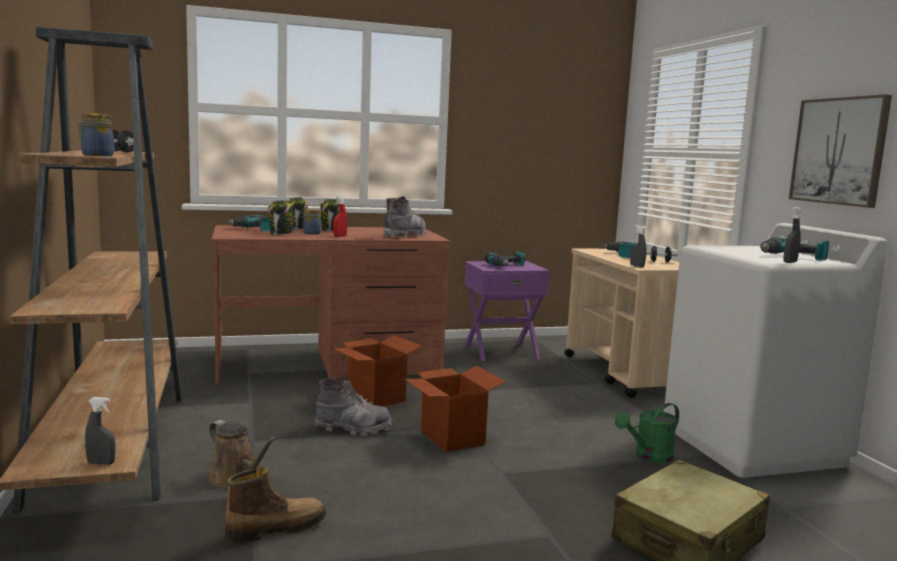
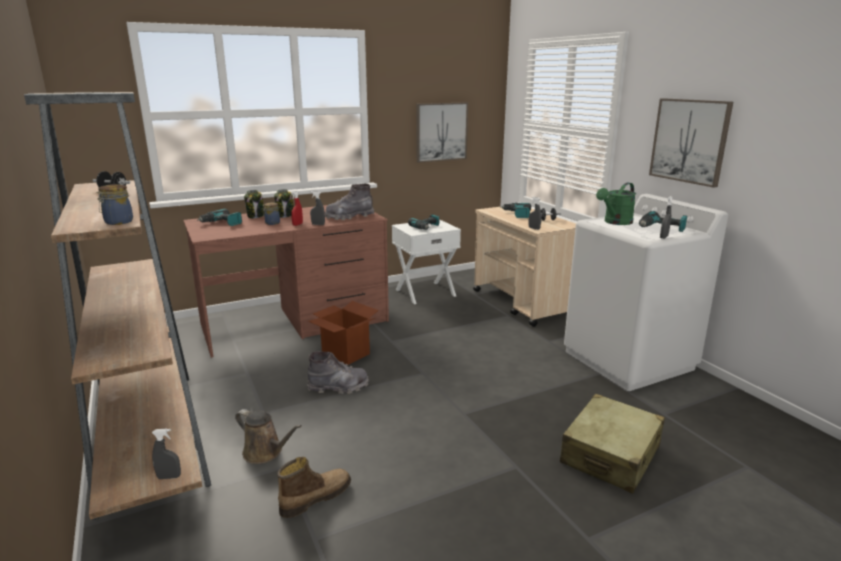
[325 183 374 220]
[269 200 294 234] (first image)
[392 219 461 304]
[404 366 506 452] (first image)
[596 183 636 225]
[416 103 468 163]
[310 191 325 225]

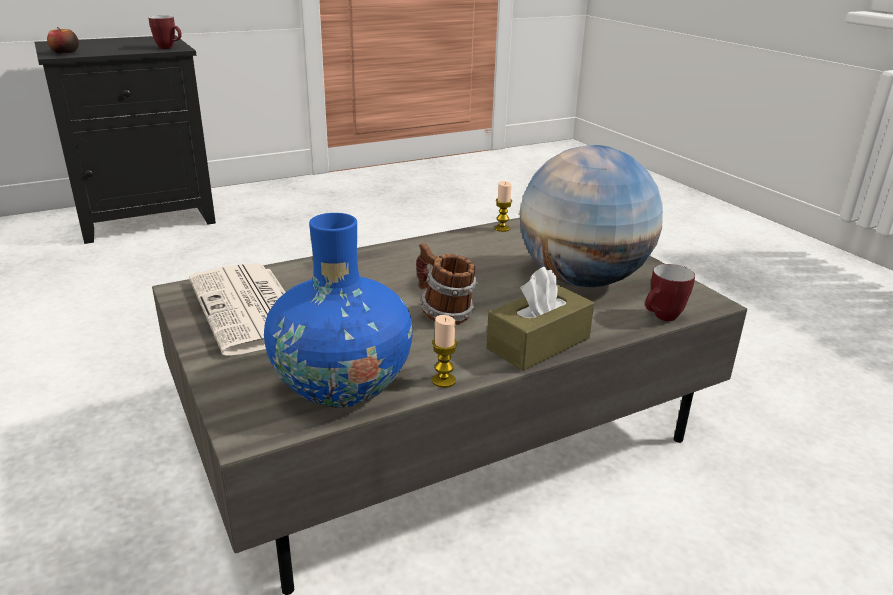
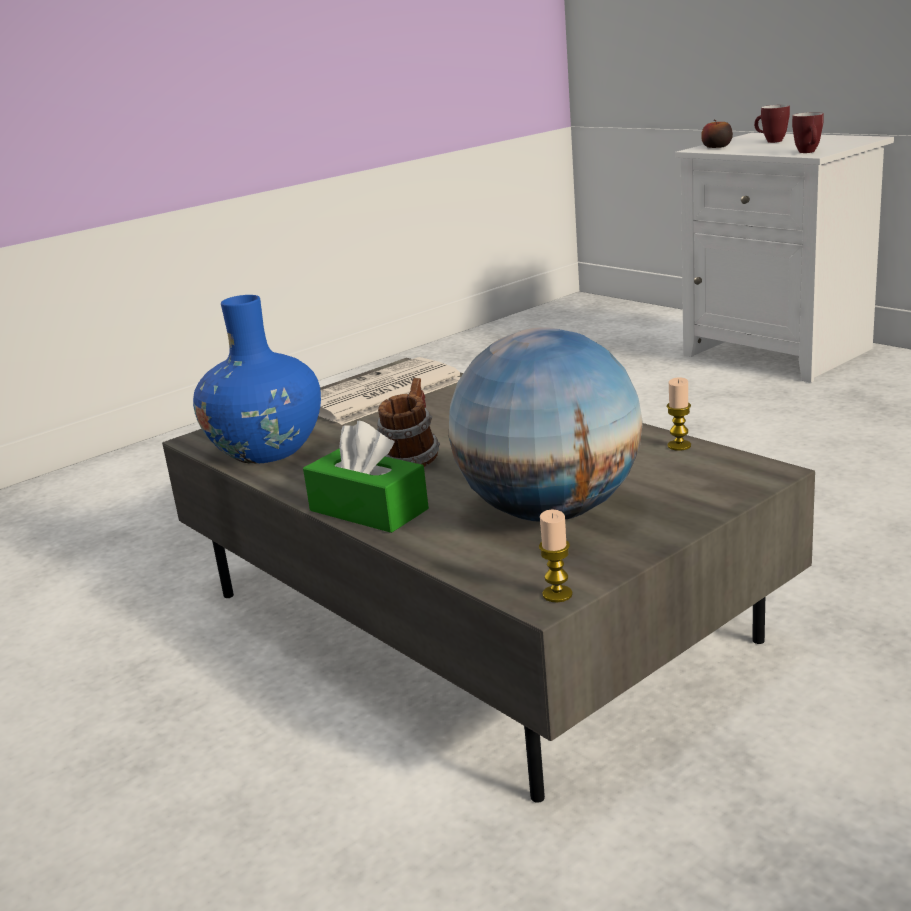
[675 133 894 383]
[754 105 790 143]
[303 421 429 533]
[539 510 573 602]

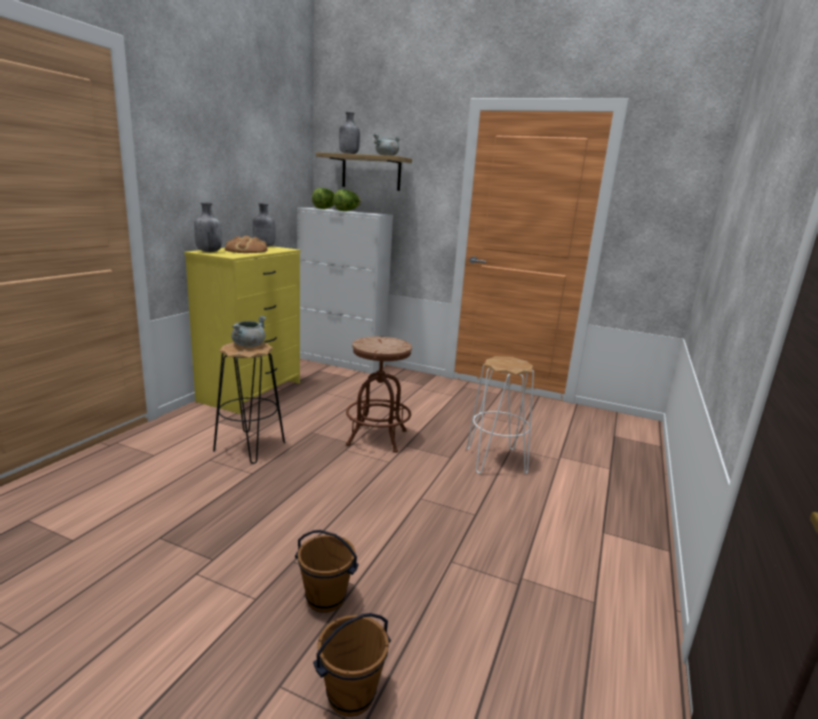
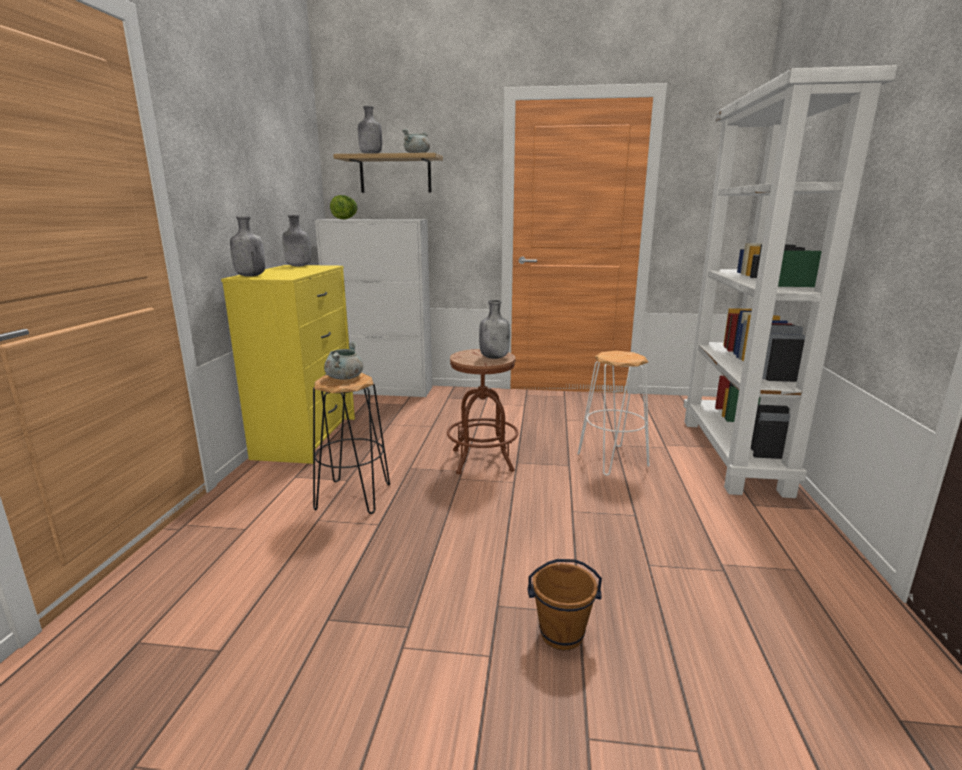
[333 189 361 211] (first image)
[225 236 267 253] (first image)
[313 613 391 717] (first image)
[684 65 897 498]
[479 300 510 359]

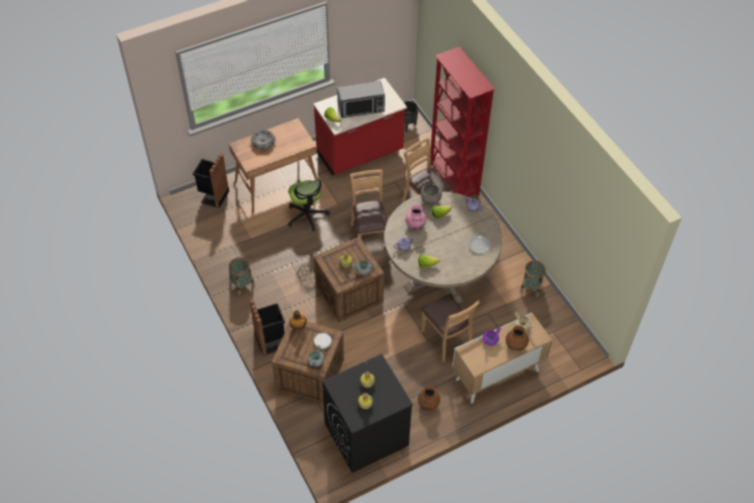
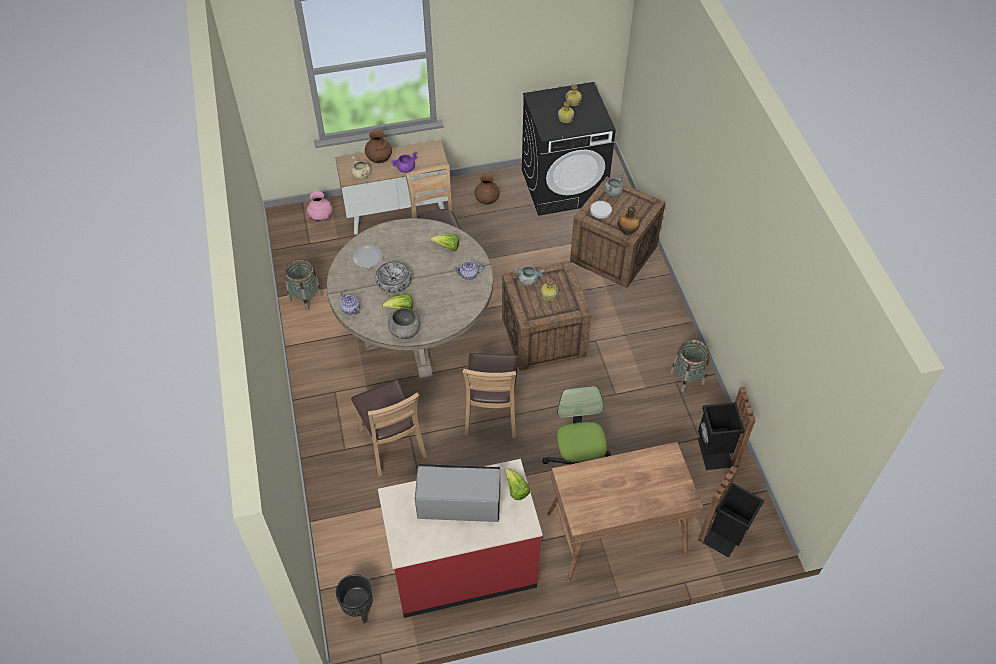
[431 47 495 197] (first image)
[375 261 412 293]
[307 191 333 222]
[697 387 756 470]

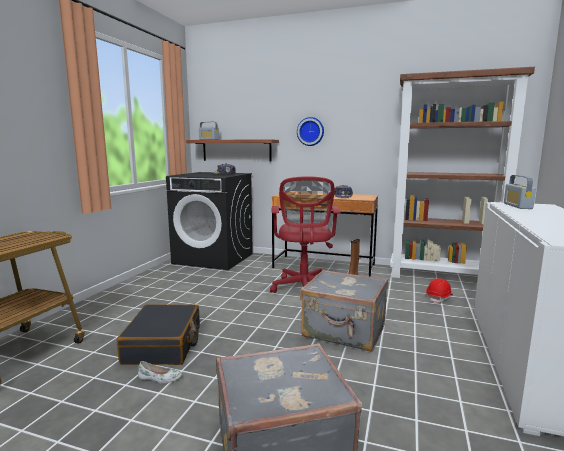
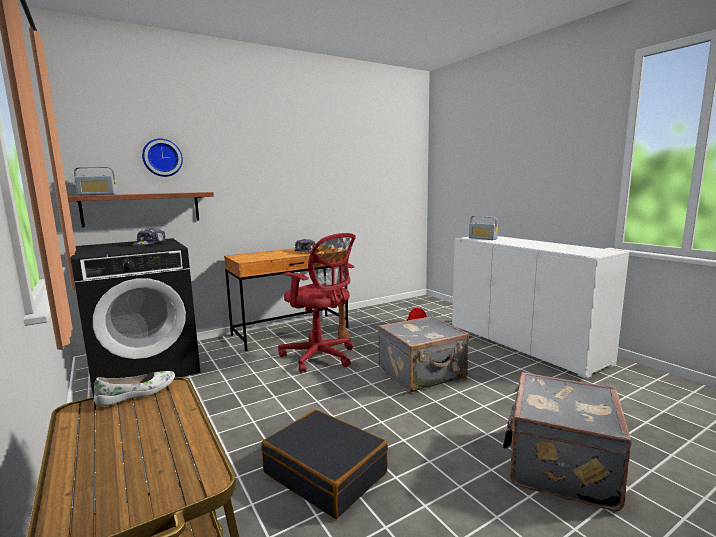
[390 67 535 278] (first image)
[142 138 183 177]
[94 371 175 406]

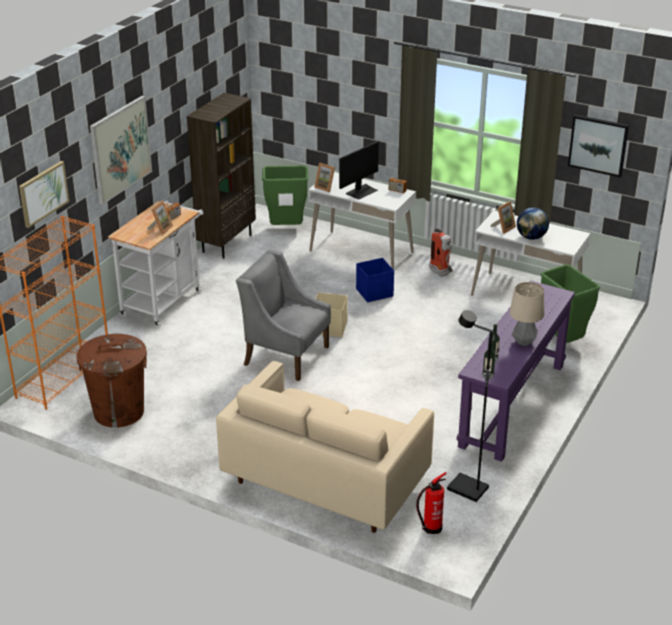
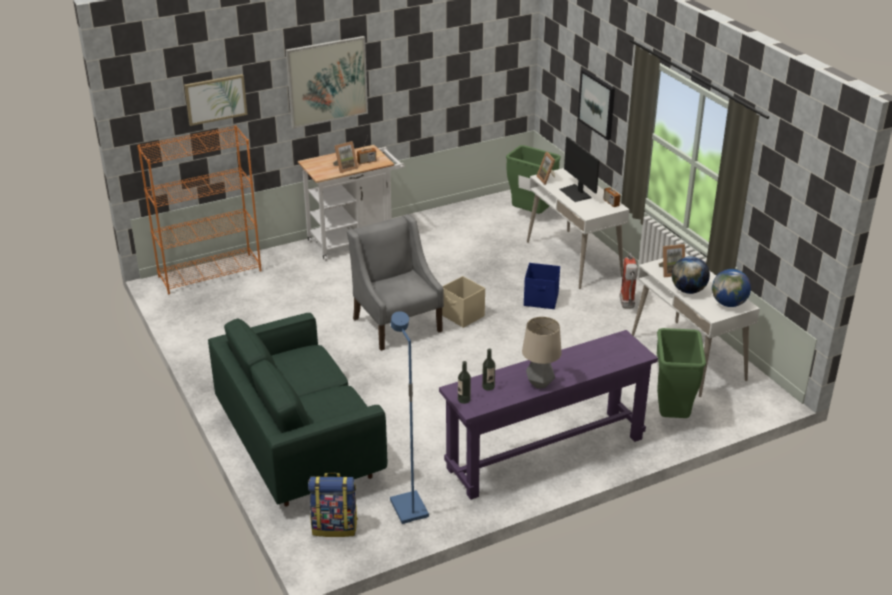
[187 93 256 258] (first image)
[578 70 615 140]
[559 137 600 202]
[390 311 429 524]
[77 334 147 428] (first image)
[208 313 387 507]
[308 473 358 537]
[712 269 751 307]

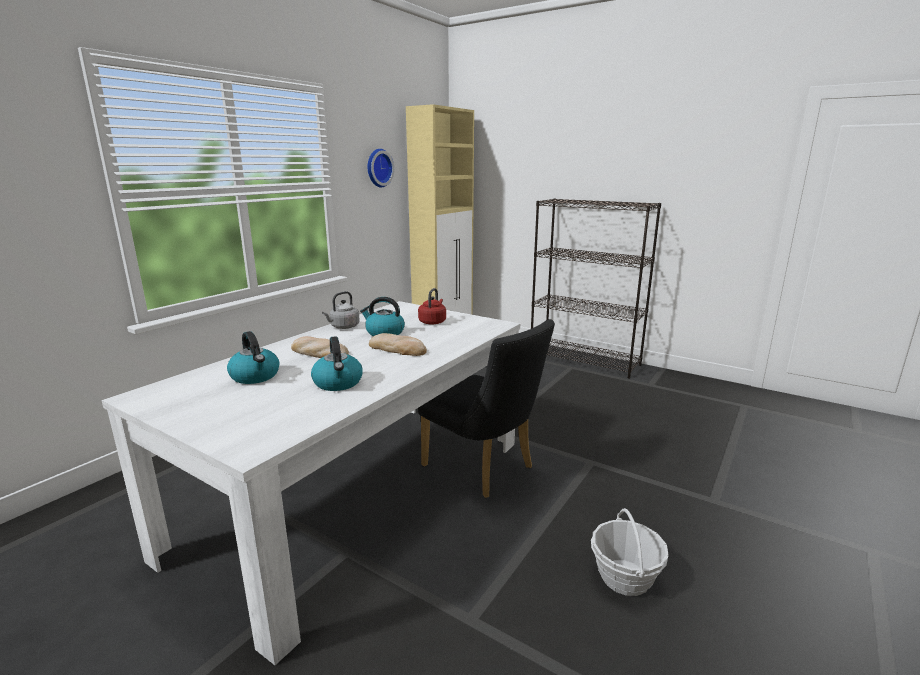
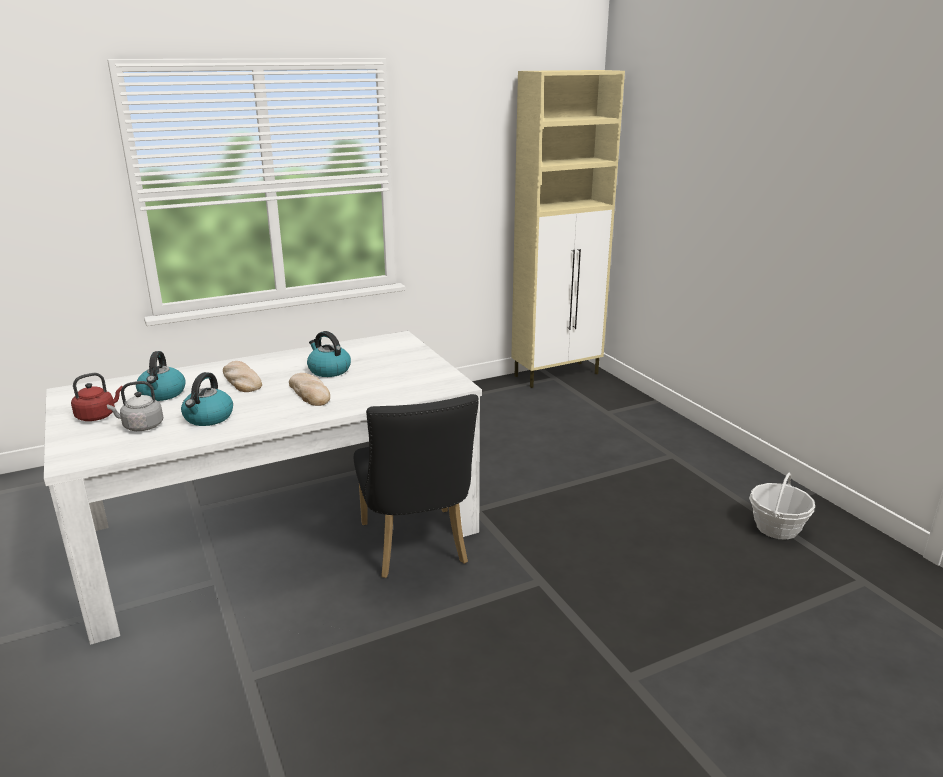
[367 149 394 188] (first image)
[531 198 661 378] (first image)
[71 373 123 421]
[107 381 164 431]
[749 473 815 540]

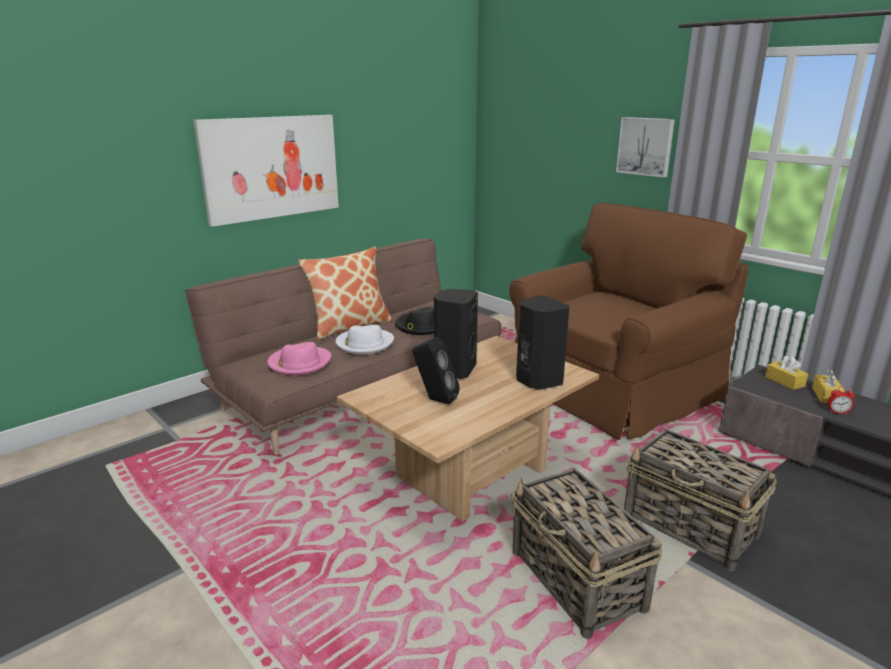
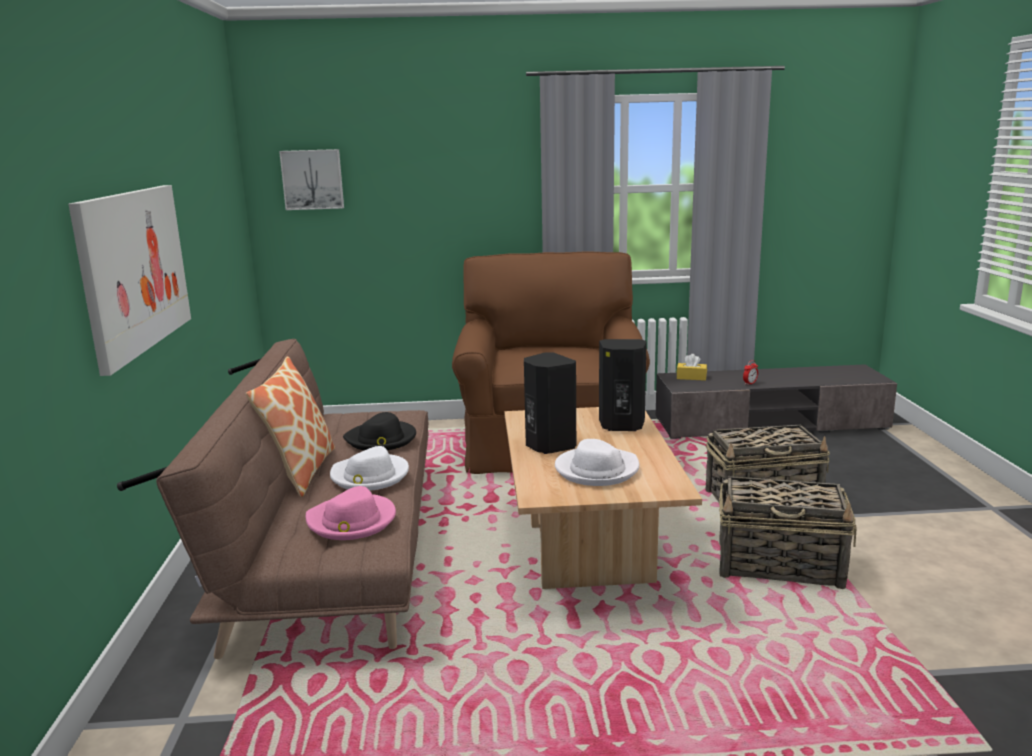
[279 149 344 210]
[555 439 639 486]
[812 369 845 403] (first image)

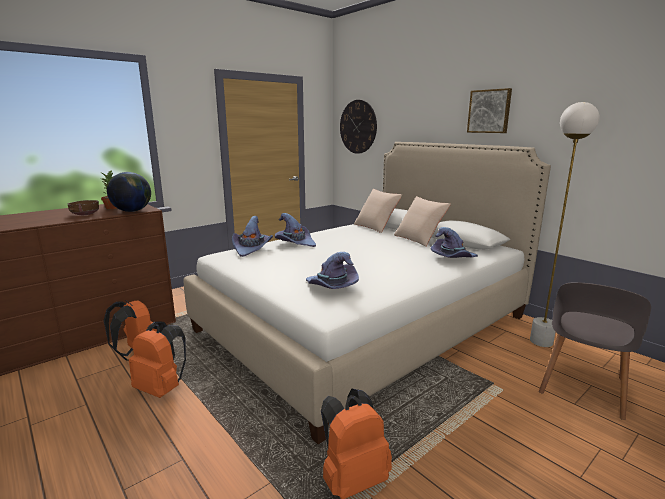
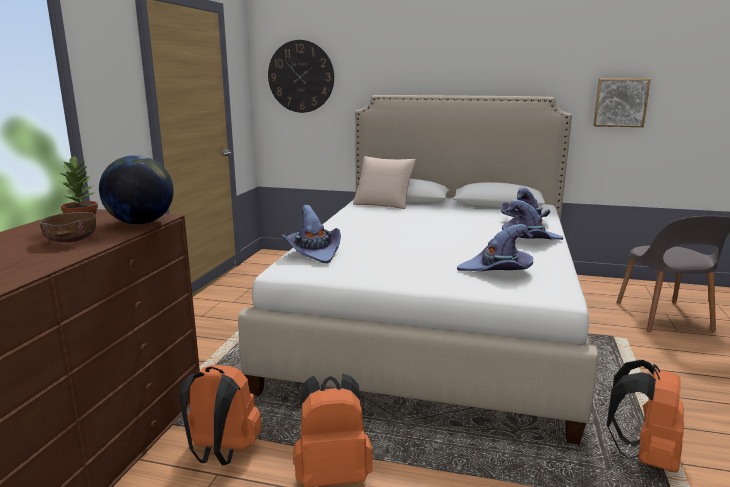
[593 79 651 127]
[530 102 600 347] (first image)
[394 196 451 247] (first image)
[502 200 563 240]

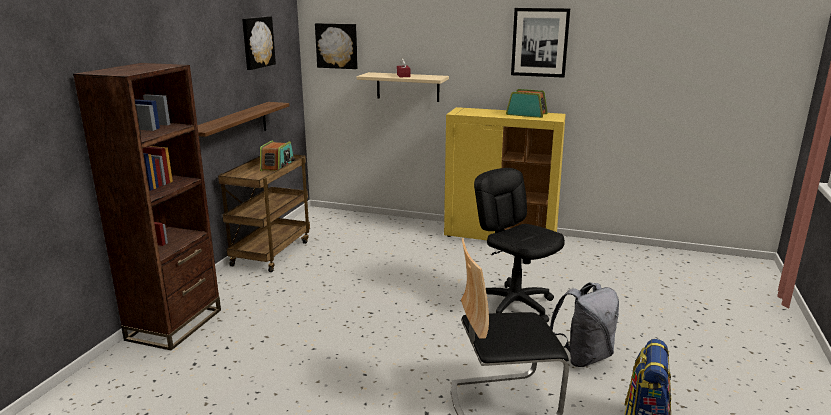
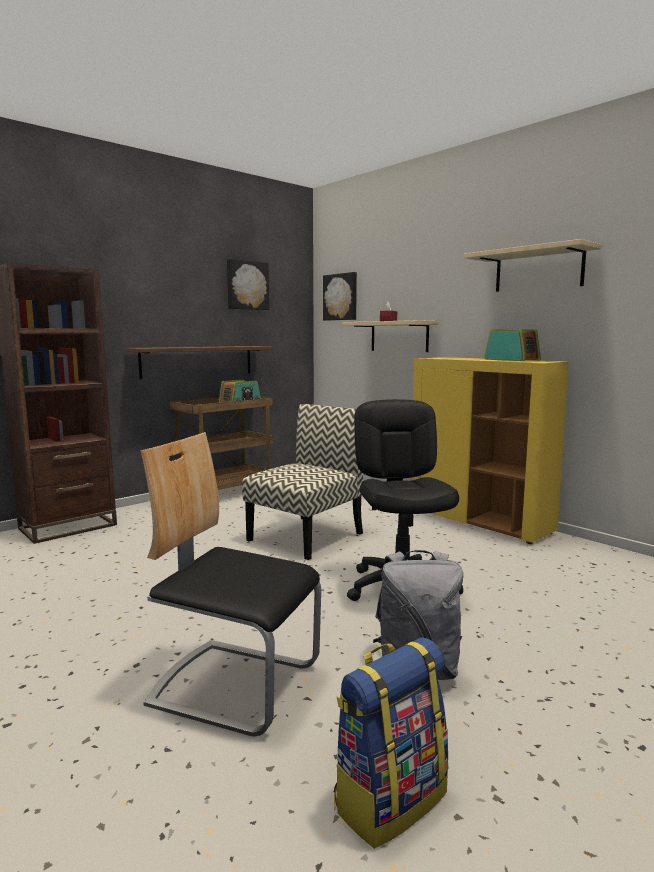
[464 239 602 292]
[242 404 363 560]

